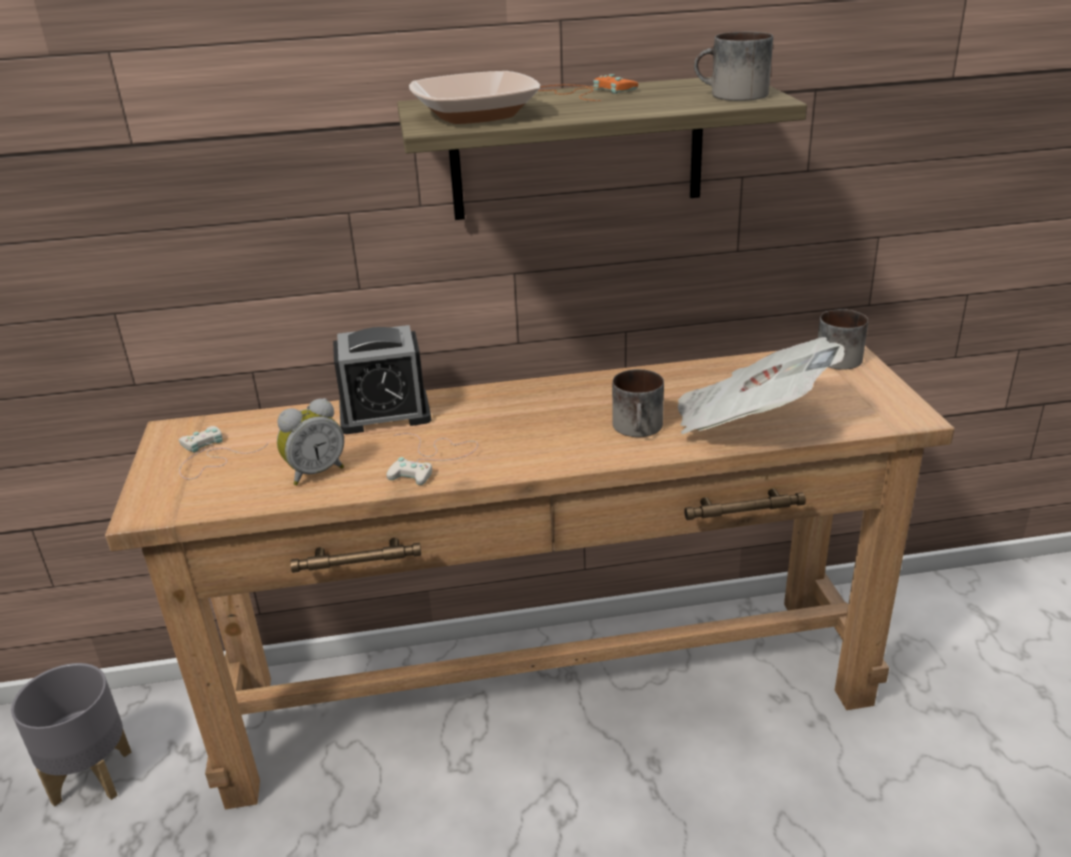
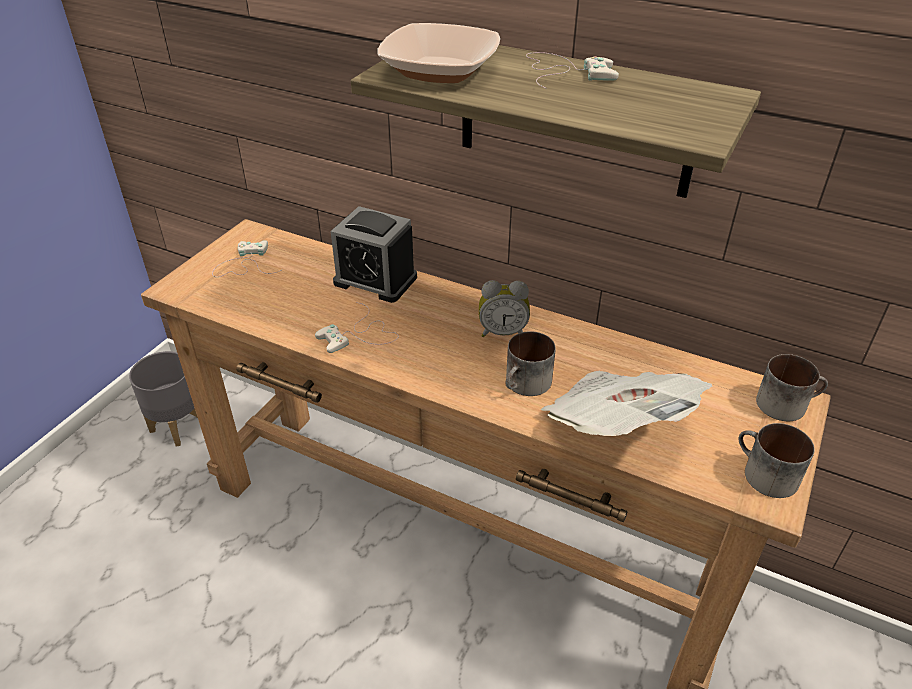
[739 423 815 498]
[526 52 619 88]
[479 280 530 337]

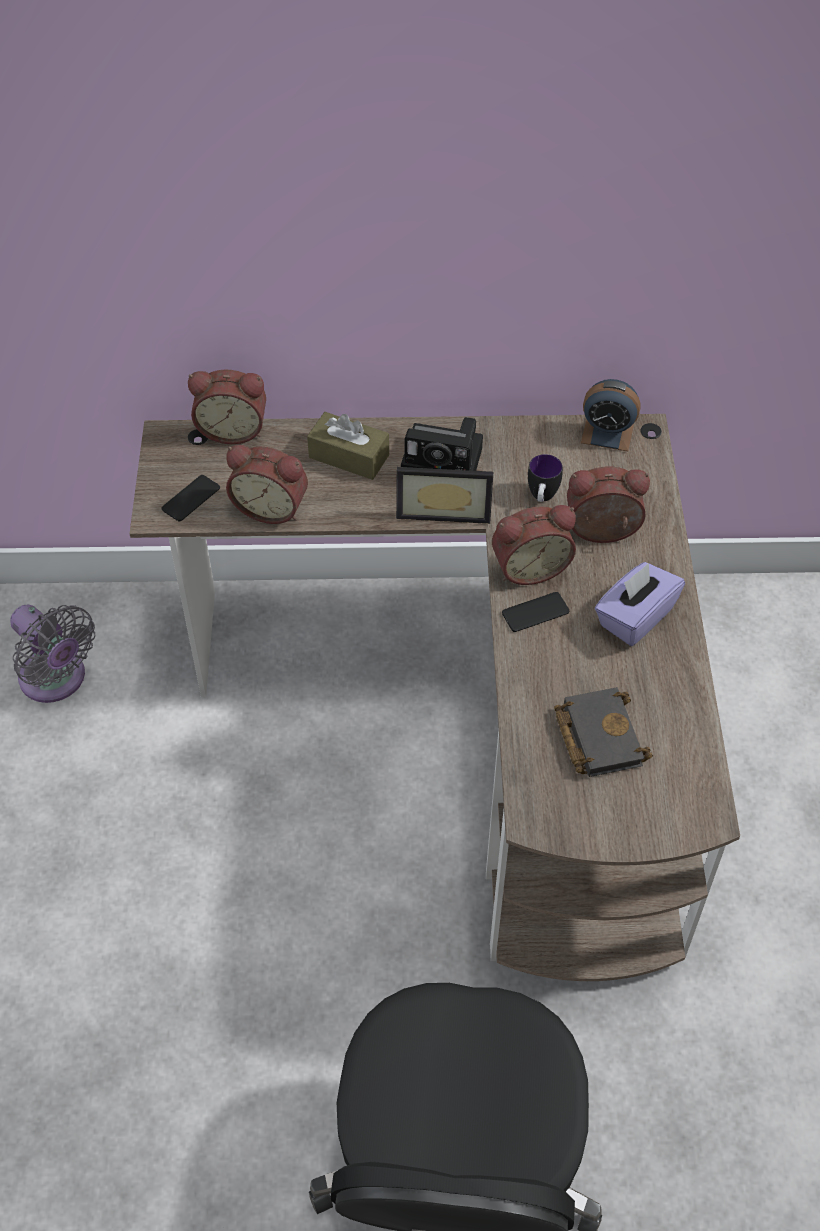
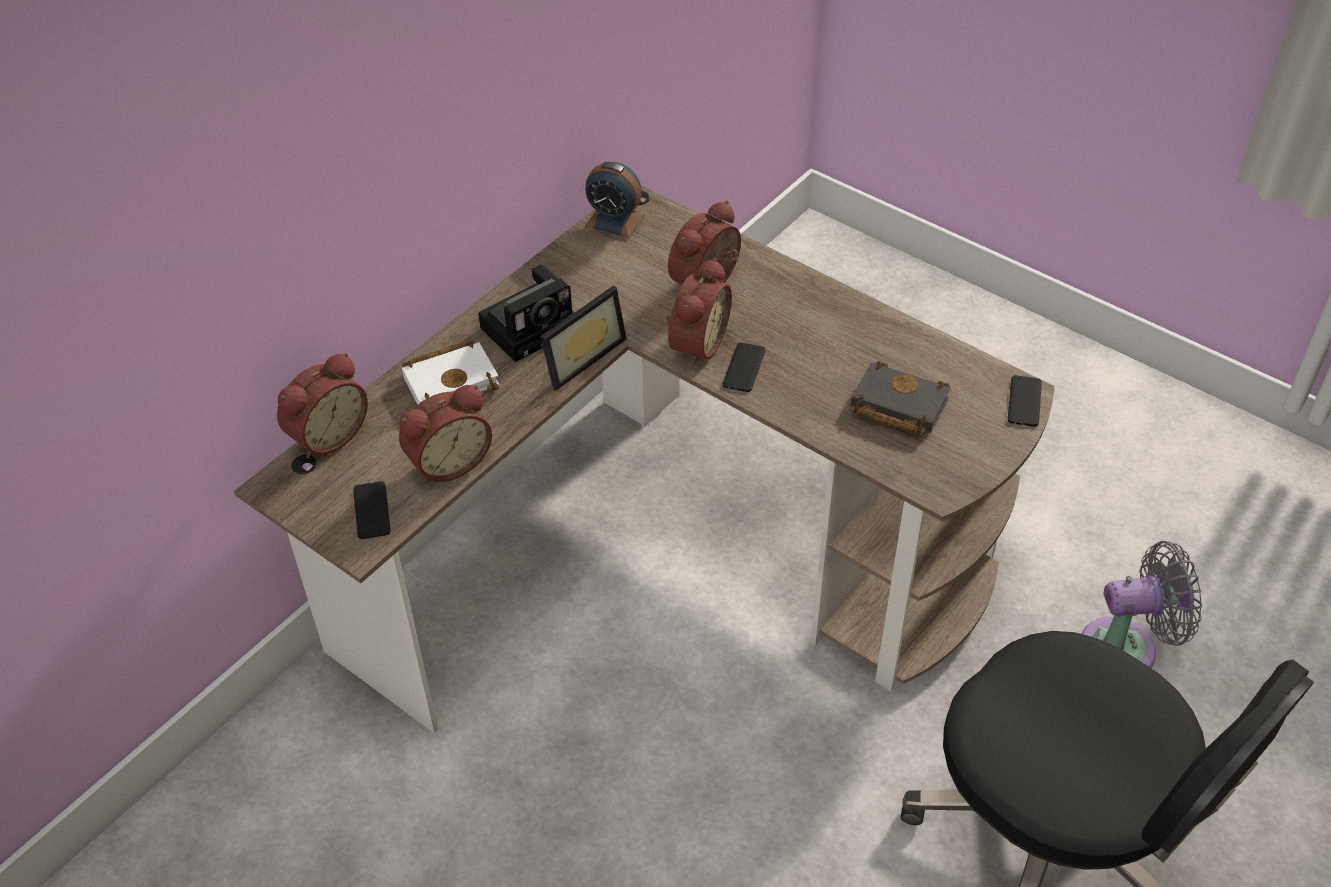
[585 162 645 238]
[402 340 499 405]
[528 454 563 502] (first image)
[595 562 685 646] (first image)
[1082 541 1202 668]
[1008 375 1042 427]

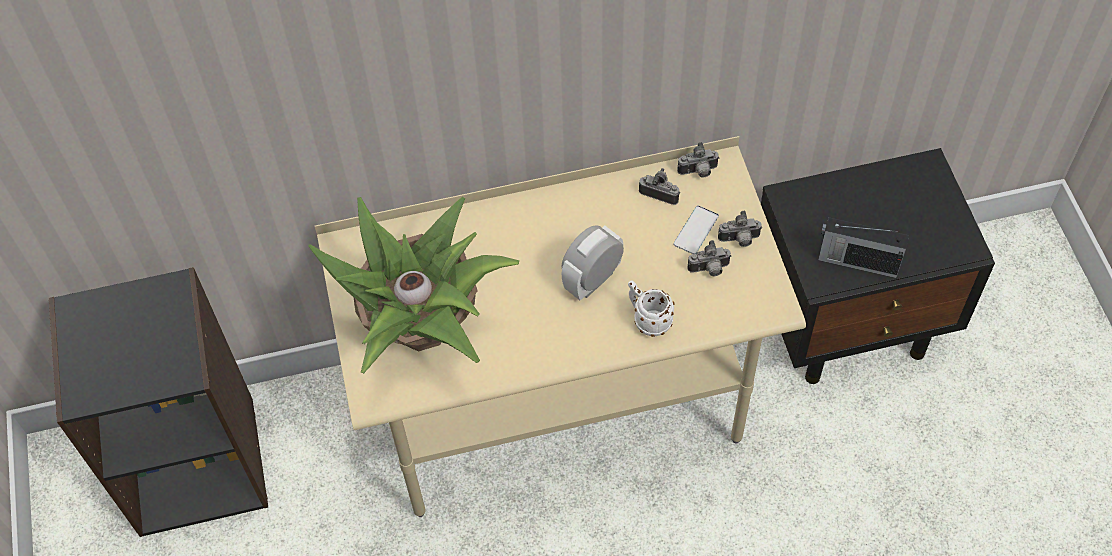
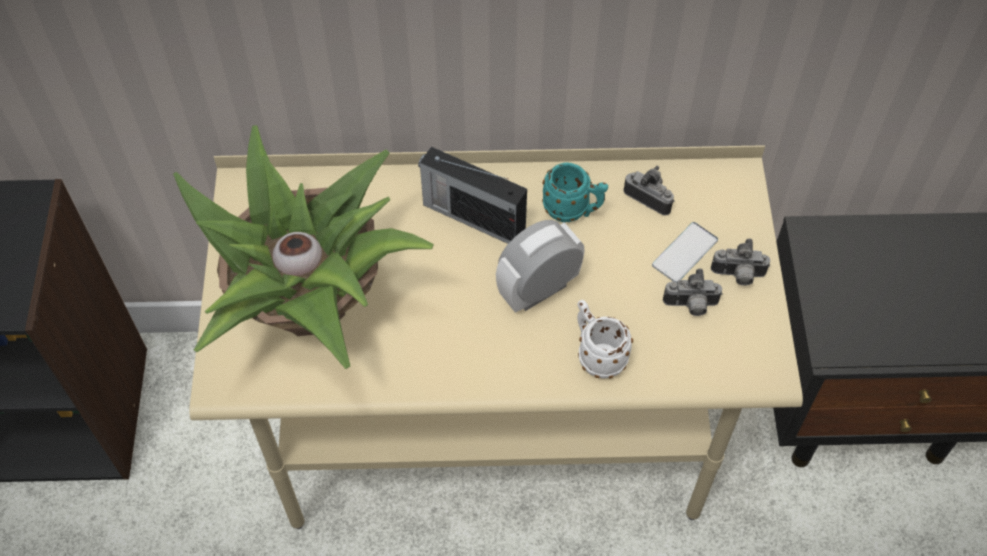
[677 142 719 178] (first image)
[418 147 527 244]
[542 162 608 222]

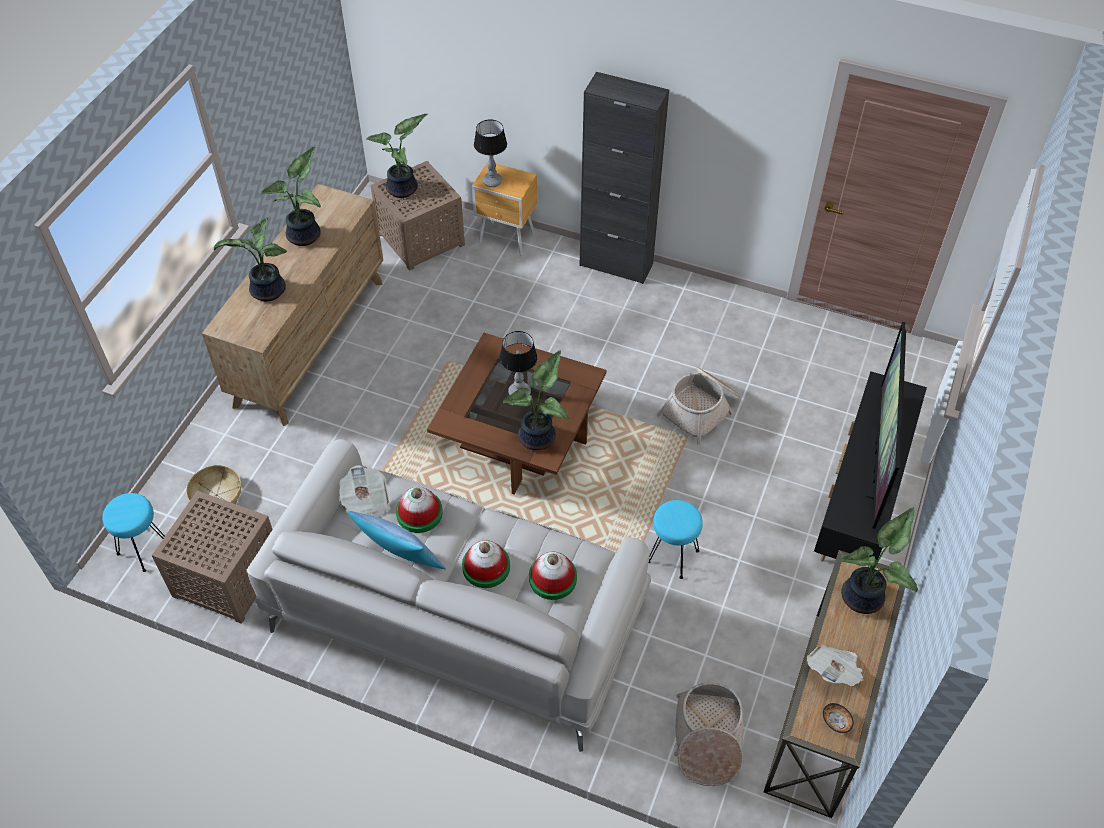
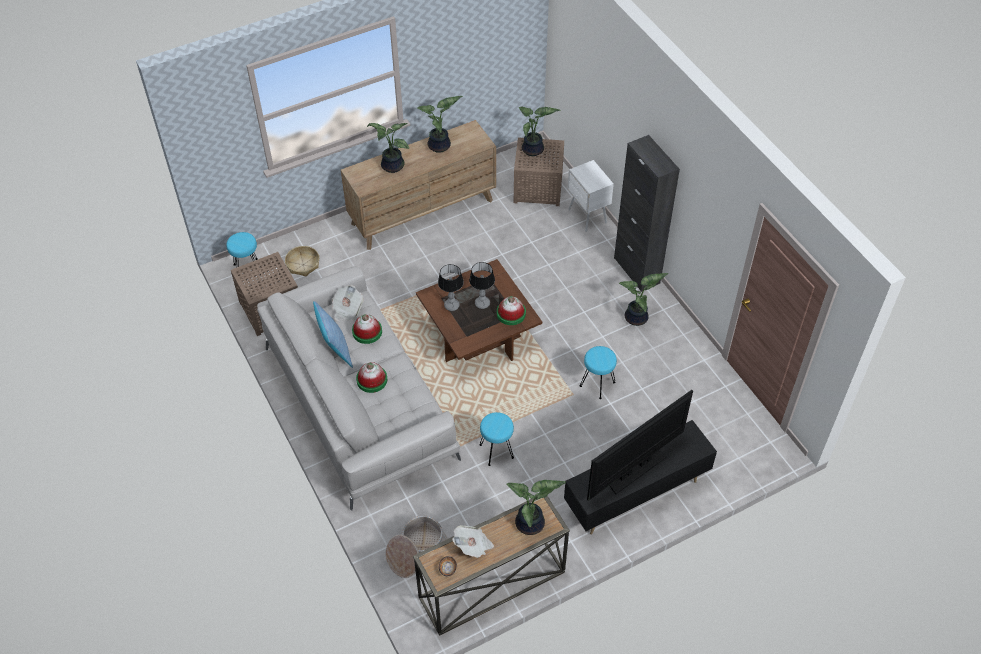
[438 264 464 311]
[568 160 614 232]
[619 273 668 326]
[580 346 617 399]
[497 296 526 325]

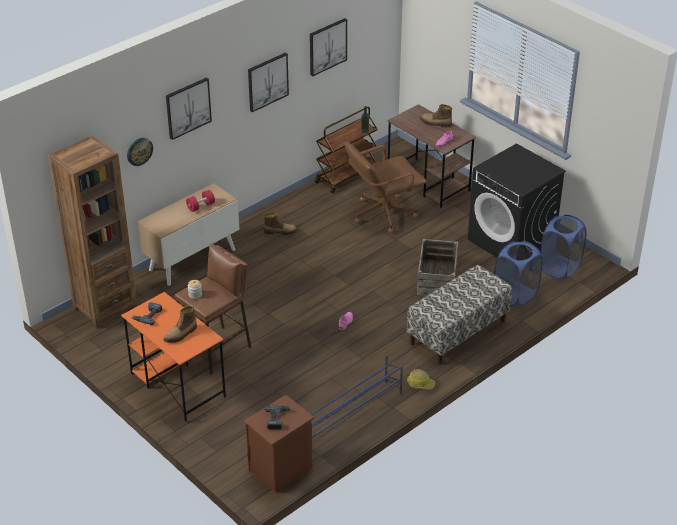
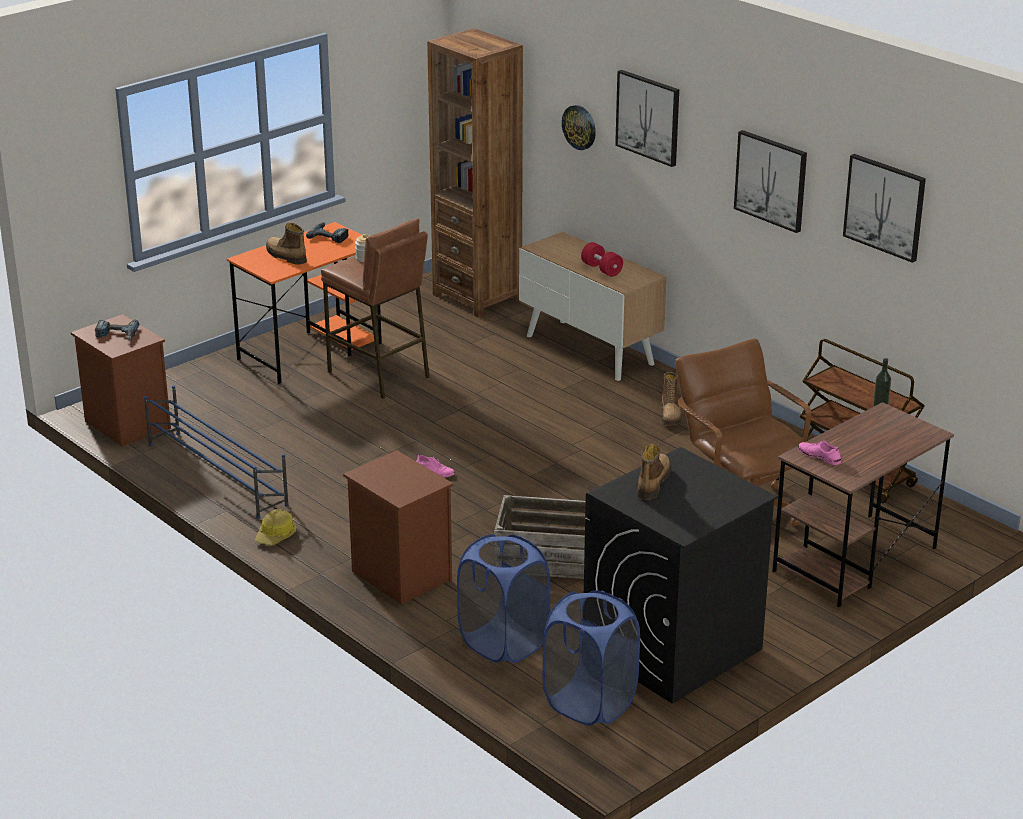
[637 444 671 500]
[343 450 453 604]

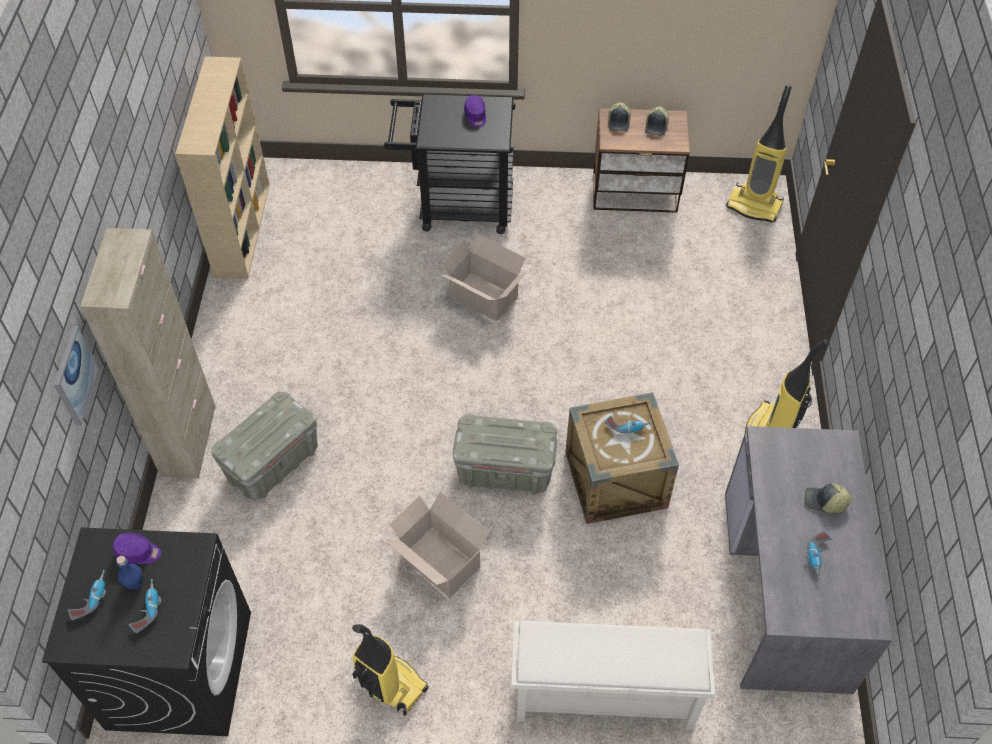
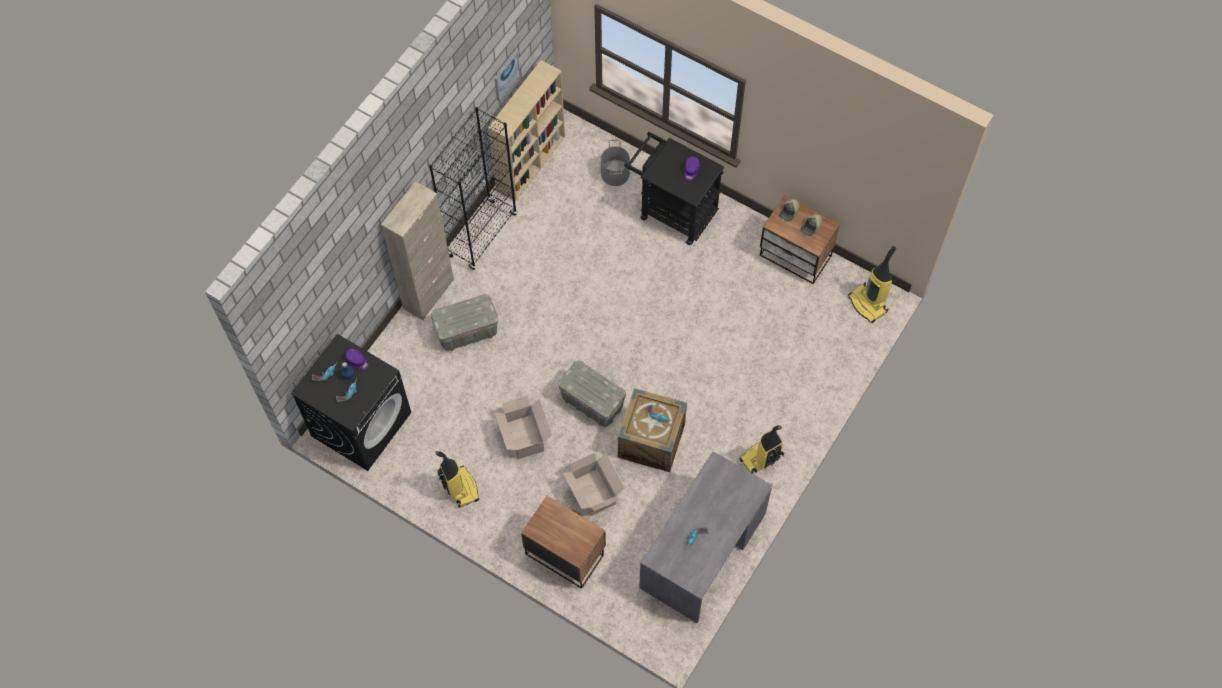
[563 453 624 516]
[494 52 520 101]
[804 483 852 513] (first image)
[521 496 606 589]
[429 107 517 270]
[601 140 630 186]

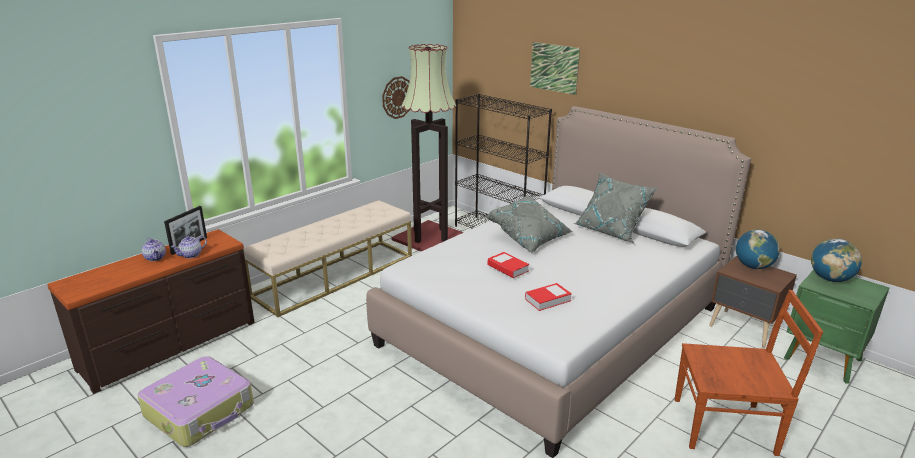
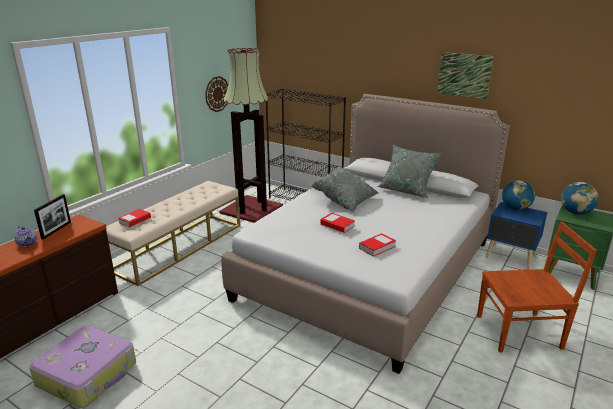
[437 52 494 99]
[171 236 207 258] (first image)
[486 202 548 270]
[118 209 151 228]

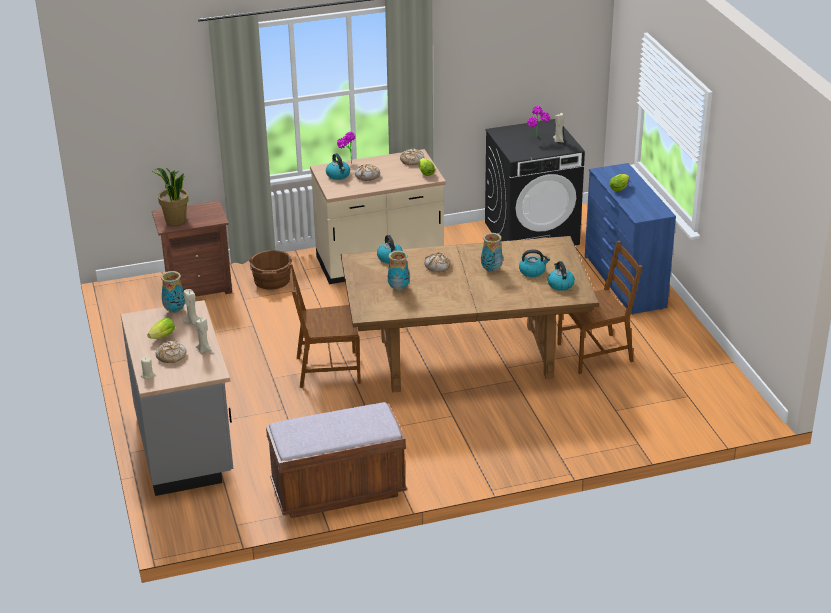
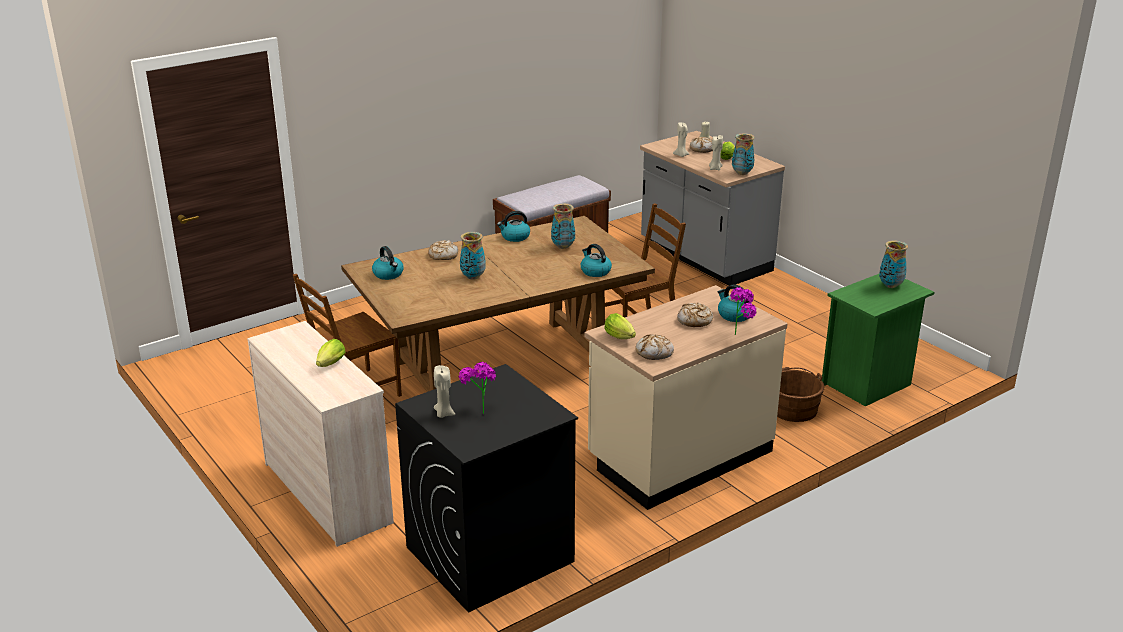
[247 321 394 547]
[879 241 908 288]
[822 274 934 407]
[497 211 530 242]
[428 240 458 260]

